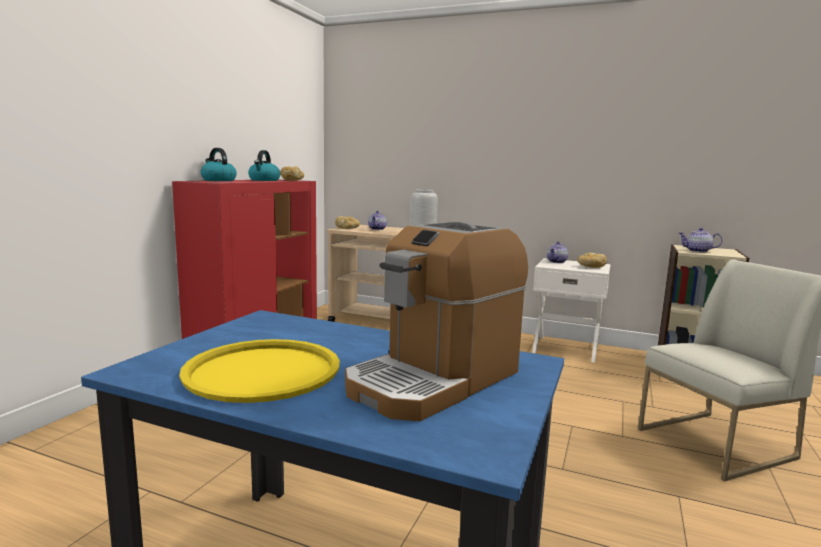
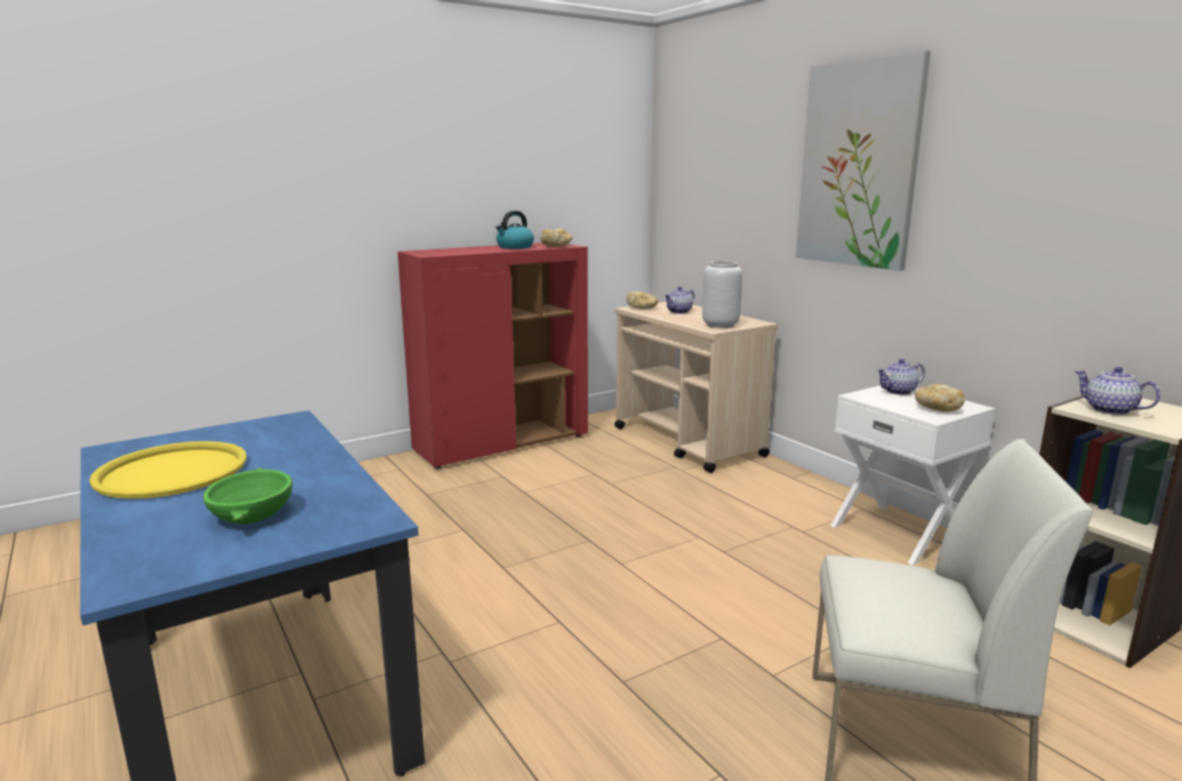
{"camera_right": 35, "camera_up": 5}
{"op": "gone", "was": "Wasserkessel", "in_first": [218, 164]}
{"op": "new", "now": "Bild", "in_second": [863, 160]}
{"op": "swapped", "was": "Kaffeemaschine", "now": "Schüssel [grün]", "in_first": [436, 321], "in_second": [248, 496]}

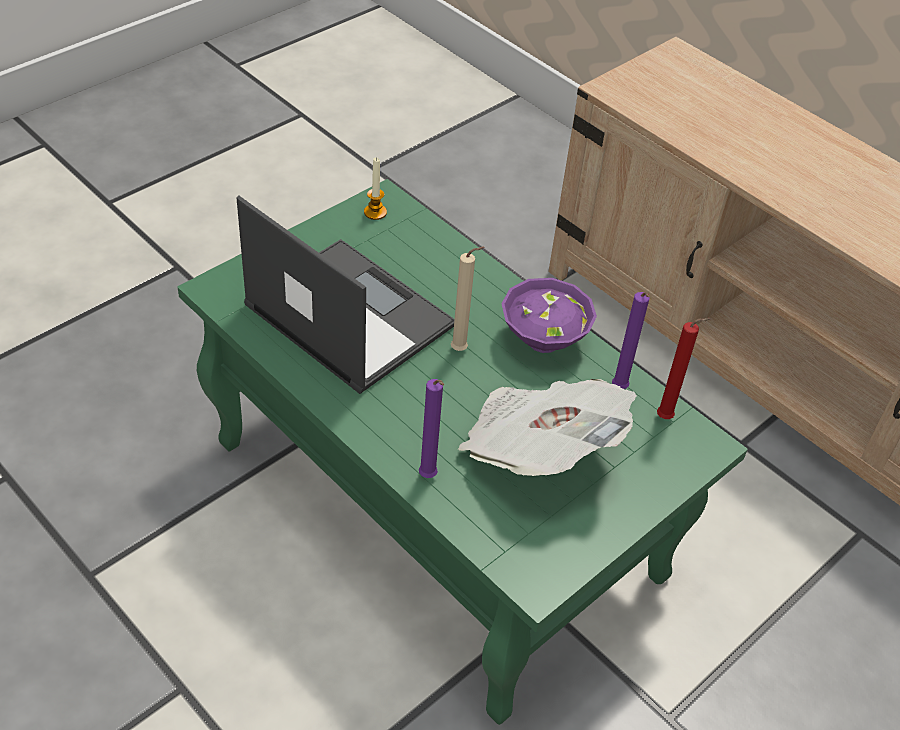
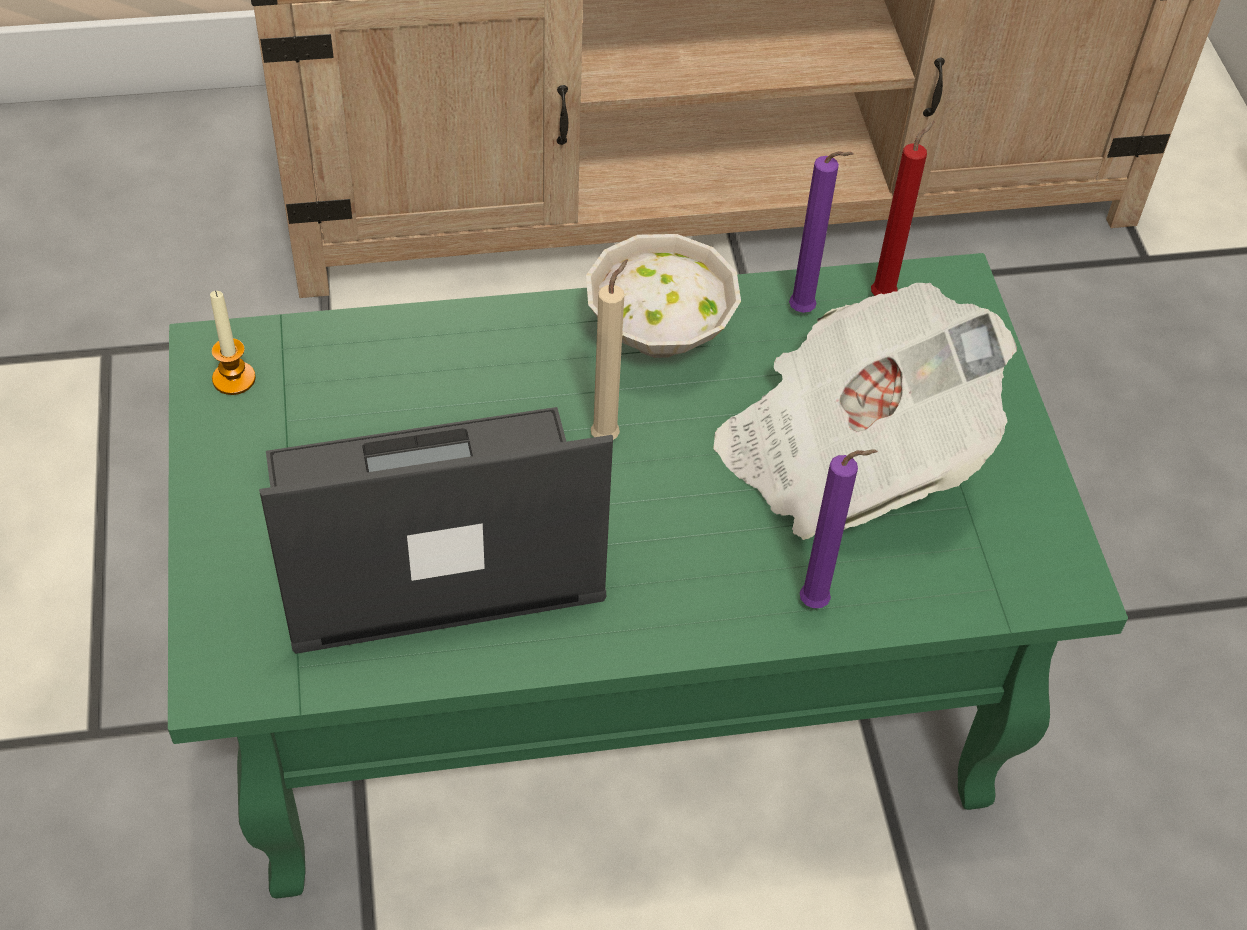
{"camera_right": -55, "camera_up": 5}
{"op": "repainted", "was": "Schüssel [lila]", "now": "Schüssel [weiß]", "in_first": [549, 315], "in_second": [663, 296]}

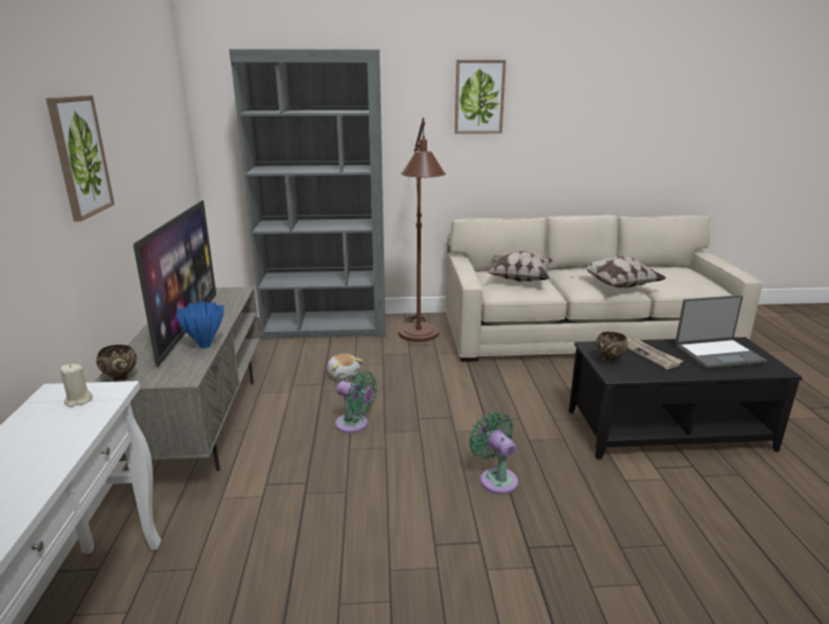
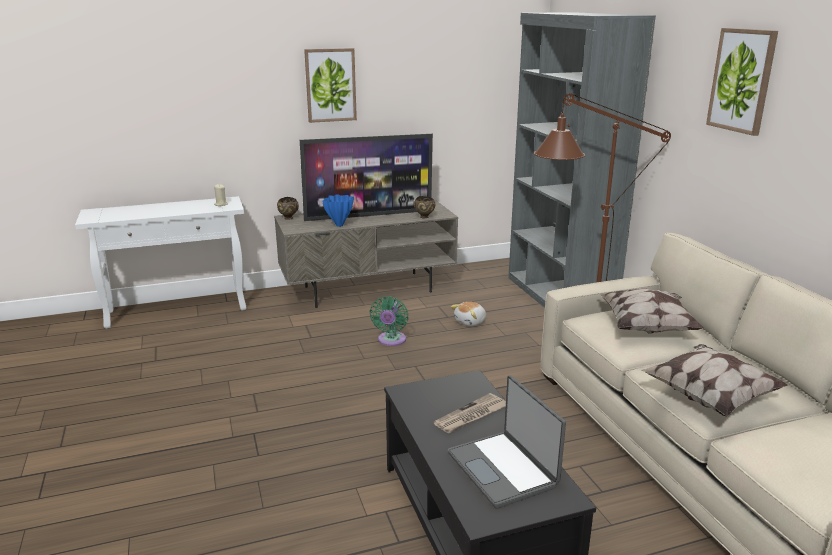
{"camera_right": 75, "camera_up": 0}
{"op": "gone", "was": "Ventilator [grün]", "in_first": [493, 452]}
{"op": "shifted", "was": "Schüssel [braun]", "in_first": [612, 347], "in_second": [424, 207]}

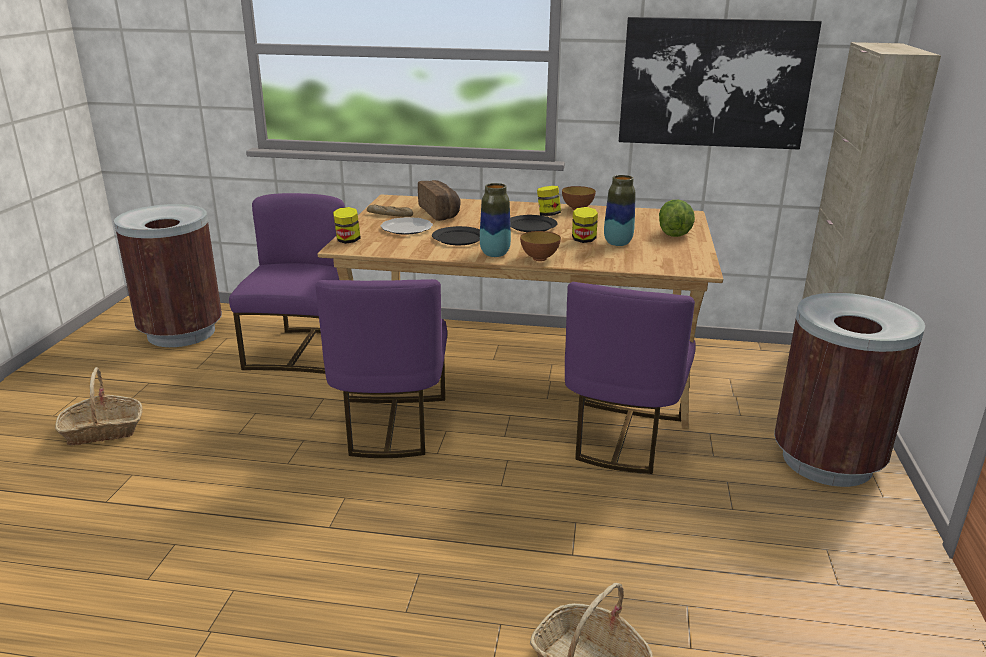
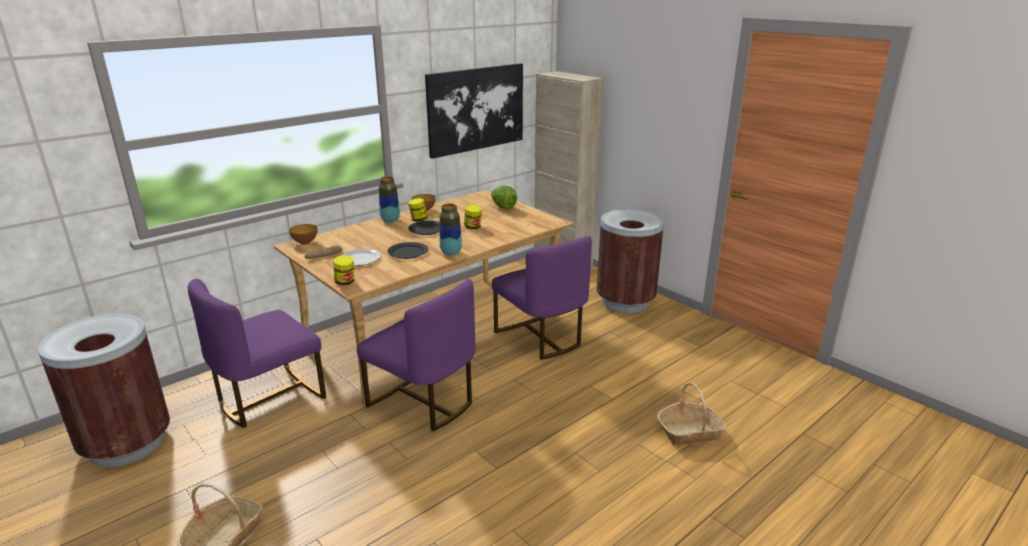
{"camera_right": -50, "camera_up": 0}
{"op": "gone", "was": "Brot", "in_first": [439, 200]}
{"op": "shifted", "was": "Schüssel", "in_first": [540, 246], "in_second": [303, 234]}
{"op": "shifted", "was": "Vase", "in_first": [620, 210], "in_second": [389, 200]}
{"op": "rotated", "was": "Stuhl [lila]", "in_first": [287, 283], "in_second": [257, 353], "clockwise": -90}

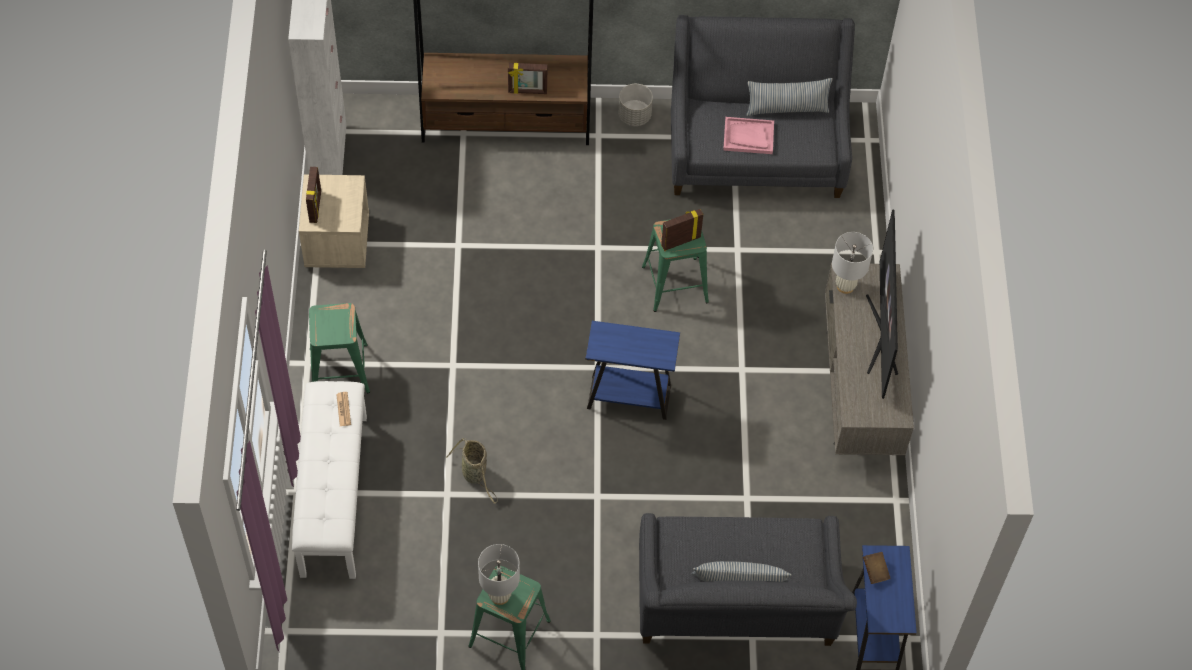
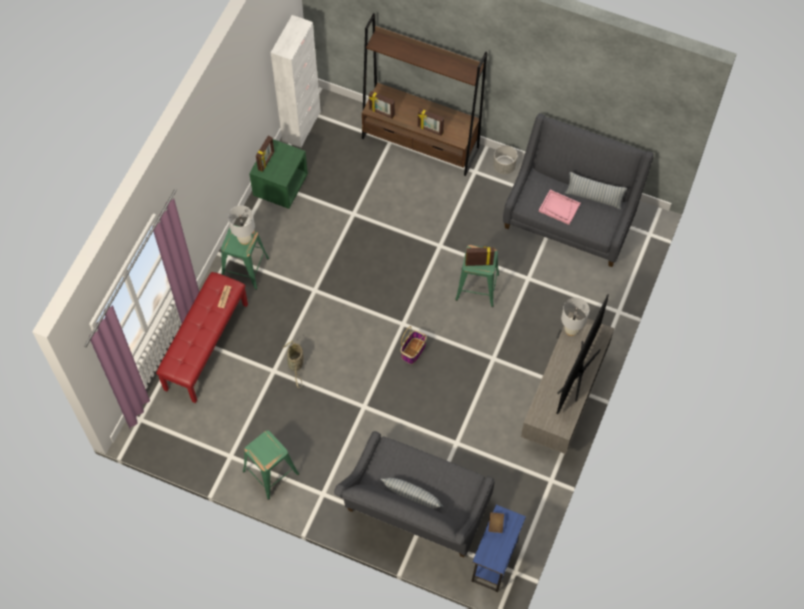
{"camera_right": 25, "camera_up": 5}
{"op": "new", "now": "Bilderrahmen", "in_second": [382, 105]}
{"op": "shifted", "was": "Tischlampe [weiß]", "in_first": [499, 574], "in_second": [241, 225]}
{"op": "swapped", "was": "Beistelltisch [blau]", "now": "Korb", "in_first": [632, 370], "in_second": [413, 345]}
{"op": "repainted", "was": "Bank [weiß]", "now": "Bank [rot]", "in_first": [329, 480], "in_second": [202, 337]}
{"op": "repainted", "was": "Nachttisch [beige]", "now": "Nachttisch [grün]", "in_first": [334, 221], "in_second": [278, 174]}

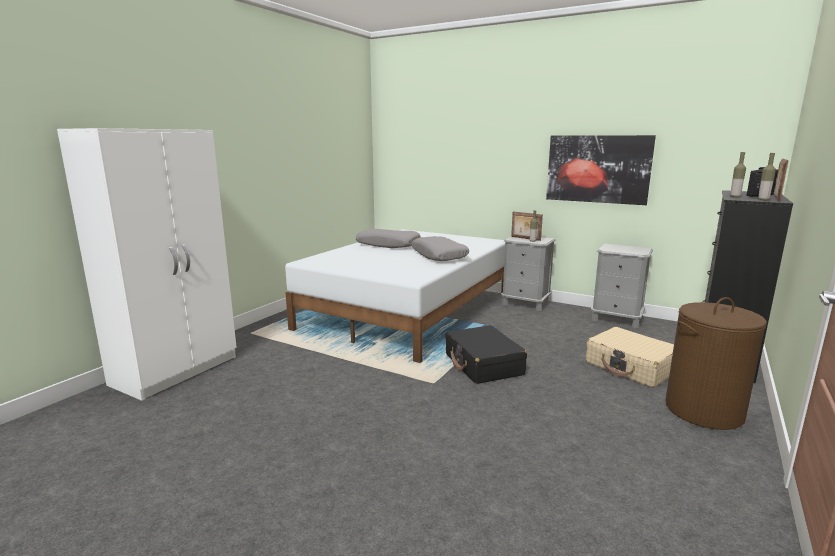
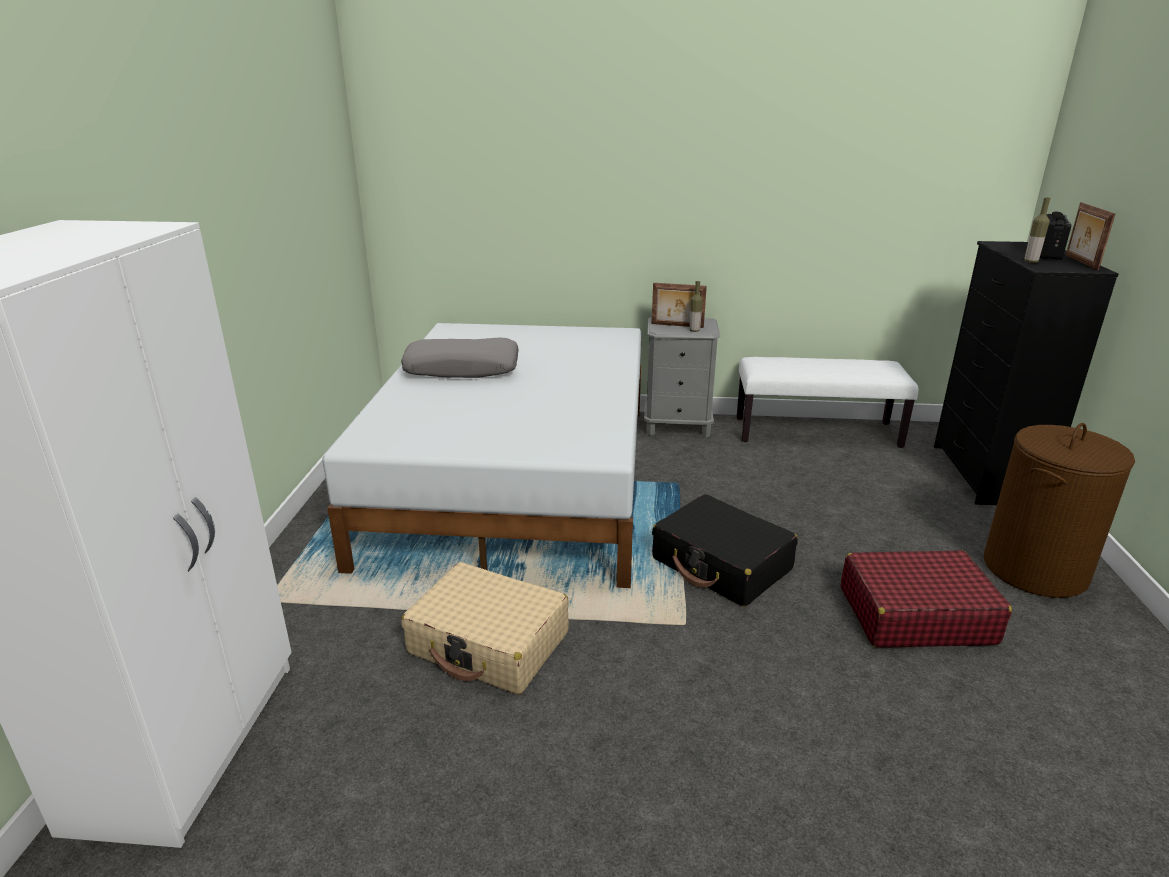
{"camera_right": -25, "camera_up": 10}
{"op": "gone", "was": "Kissen [grau]", "in_first": [440, 248]}
{"op": "gone", "was": "Bild", "in_first": [601, 170]}
{"op": "gone", "was": "Flasche", "in_first": [767, 176]}
{"op": "new", "now": "Koffer [rot]", "in_second": [926, 598]}
{"op": "shifted", "was": "Koffer [beige]", "in_first": [630, 357], "in_second": [485, 628]}
{"op": "swapped", "was": "Nachttisch [grau]", "now": "Bank [weiß]", "in_first": [622, 286], "in_second": [828, 402]}

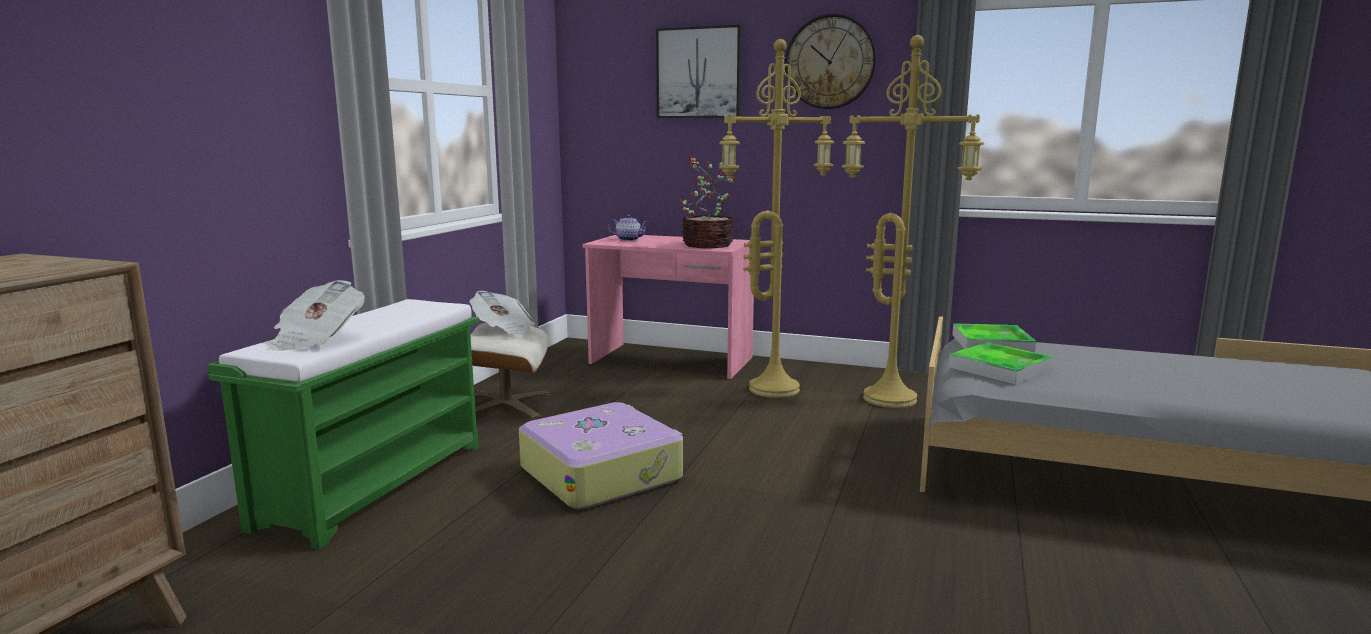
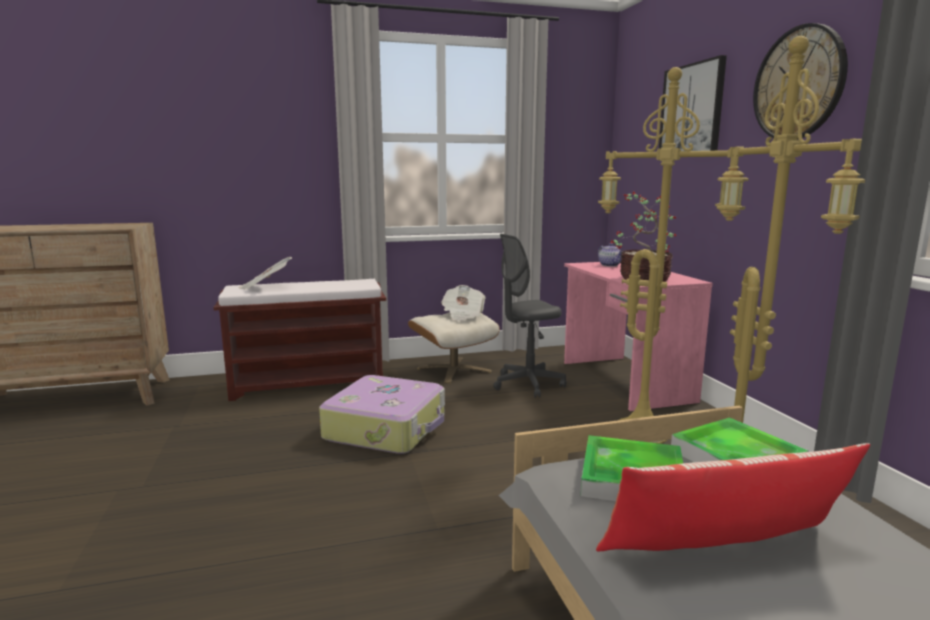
{"camera_right": 55, "camera_up": 0}
{"op": "new", "now": "Bürostuhl [grau]", "in_second": [529, 316]}
{"op": "new", "now": "Kissen", "in_second": [733, 497]}
{"op": "repainted", "was": "Bank [grün]", "now": "Bank [braun]", "in_first": [343, 424], "in_second": [299, 340]}

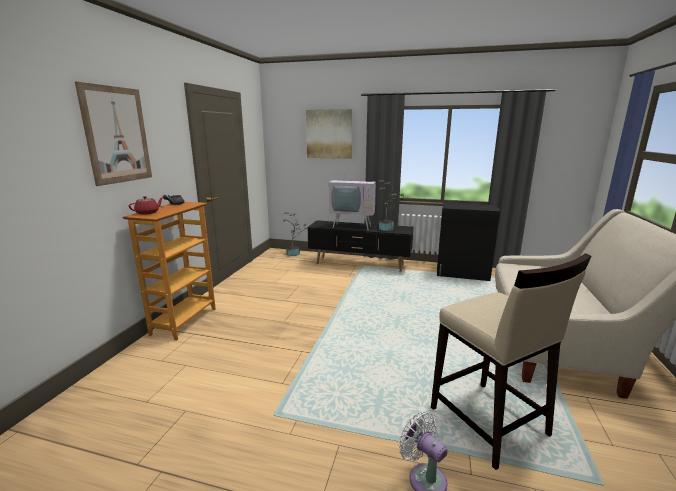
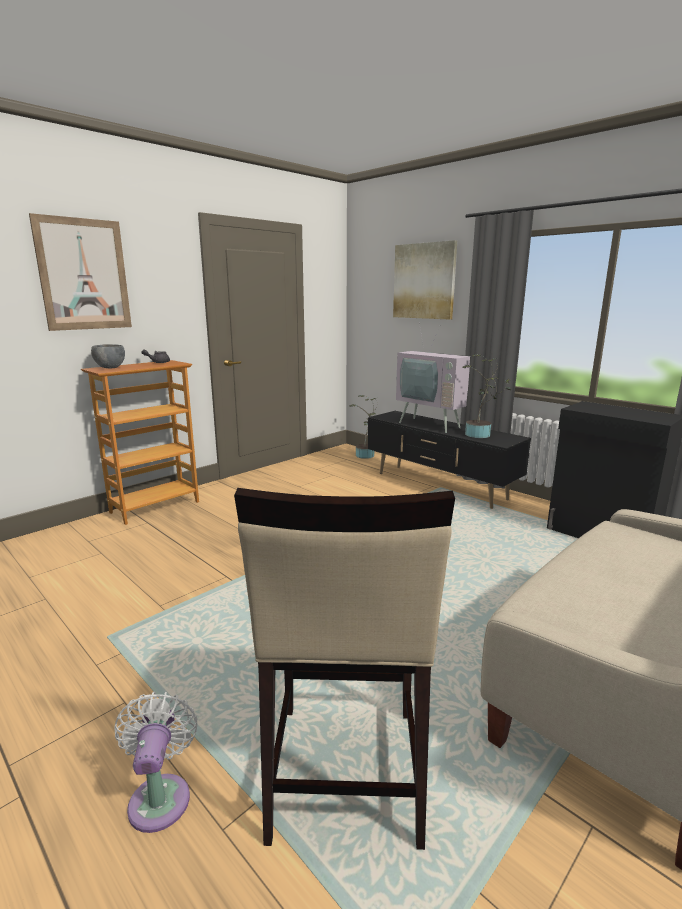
{"camera_right": 30, "camera_up": 0}
{"op": "swapped", "was": "Teekanne [rot]", "now": "Schüssel [grau]", "in_first": [146, 205], "in_second": [108, 356]}

